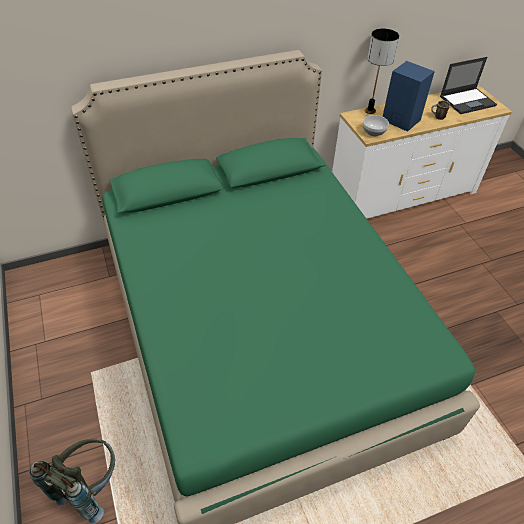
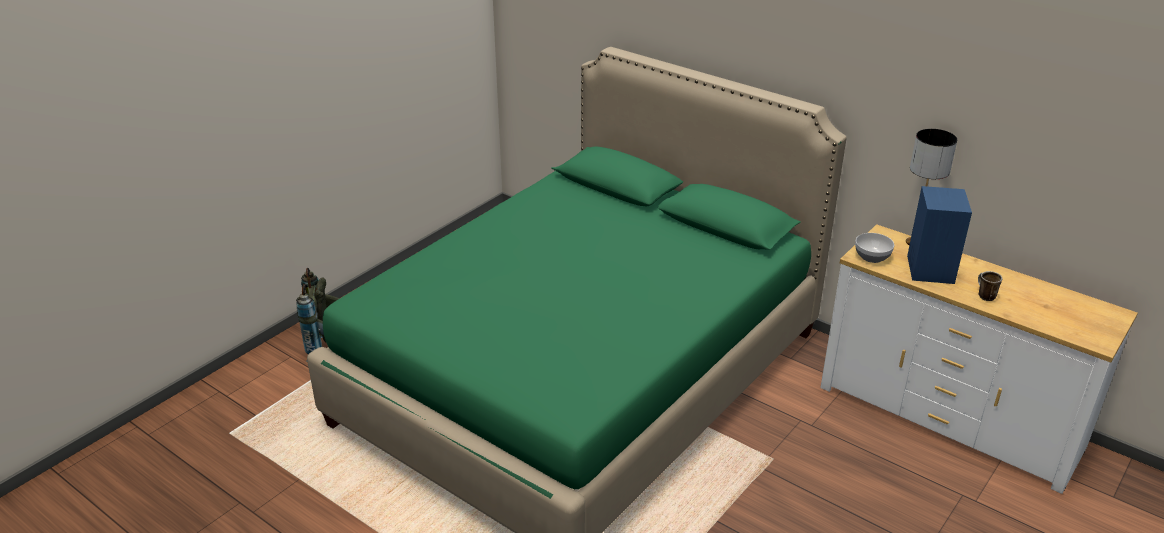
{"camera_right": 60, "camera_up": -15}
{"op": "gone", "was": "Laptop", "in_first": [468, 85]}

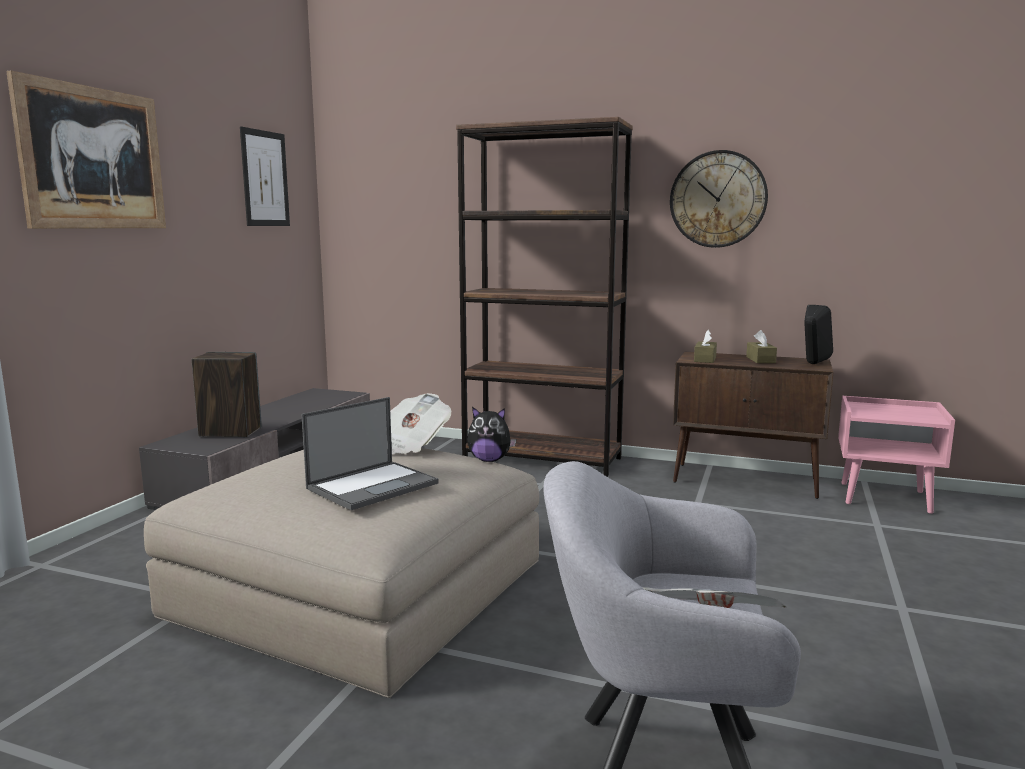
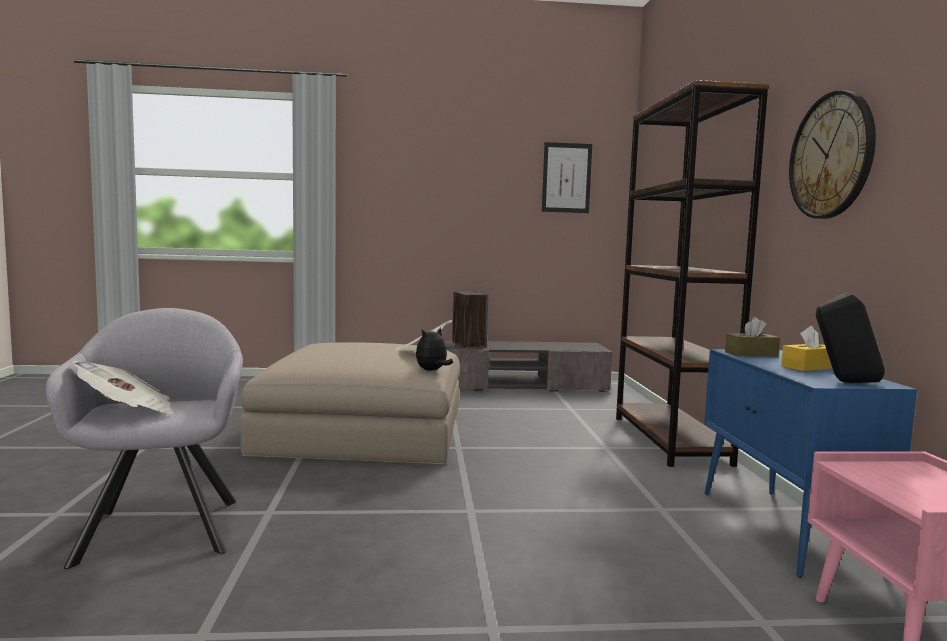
{"camera_right": 65, "camera_up": -5}
{"op": "gone", "was": "Bild", "in_first": [86, 150]}
{"op": "gone", "was": "Laptop", "in_first": [370, 453]}
{"op": "repainted", "was": "Schrank [braun]", "now": "Schrank [blau]", "in_first": [753, 425], "in_second": [810, 463]}
{"op": "repainted", "was": "Taschentuchbox [braun]", "now": "Taschentuchbox [gelb]", "in_first": [761, 346], "in_second": [807, 348]}
{"op": "rotated", "was": "Plüschtier", "in_first": [491, 434], "in_second": [434, 349], "clockwise": 60}

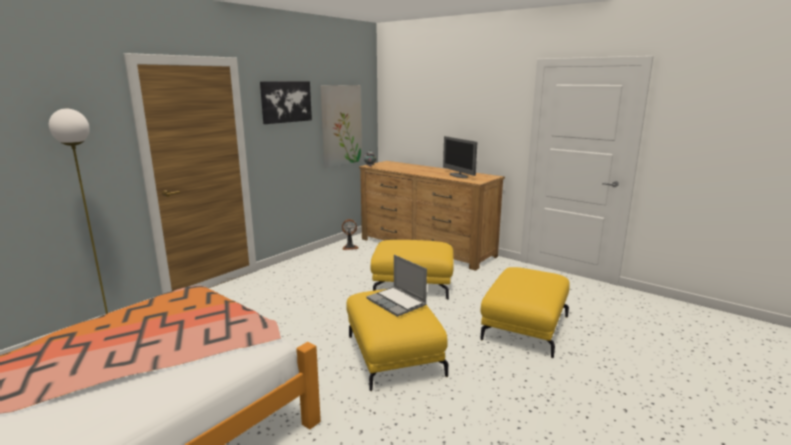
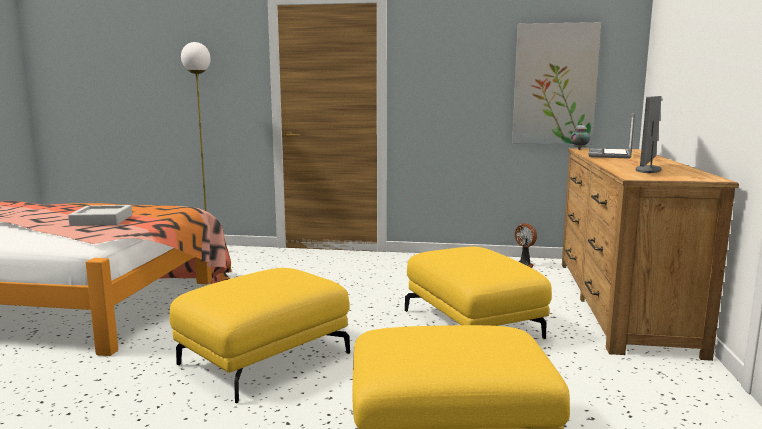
{"camera_right": 60, "camera_up": -5}
{"op": "gone", "was": "Bild", "in_first": [286, 102]}
{"op": "new", "now": "Tablett [grau]", "in_second": [100, 215]}
{"op": "shifted", "was": "Laptop", "in_first": [397, 286], "in_second": [612, 136]}

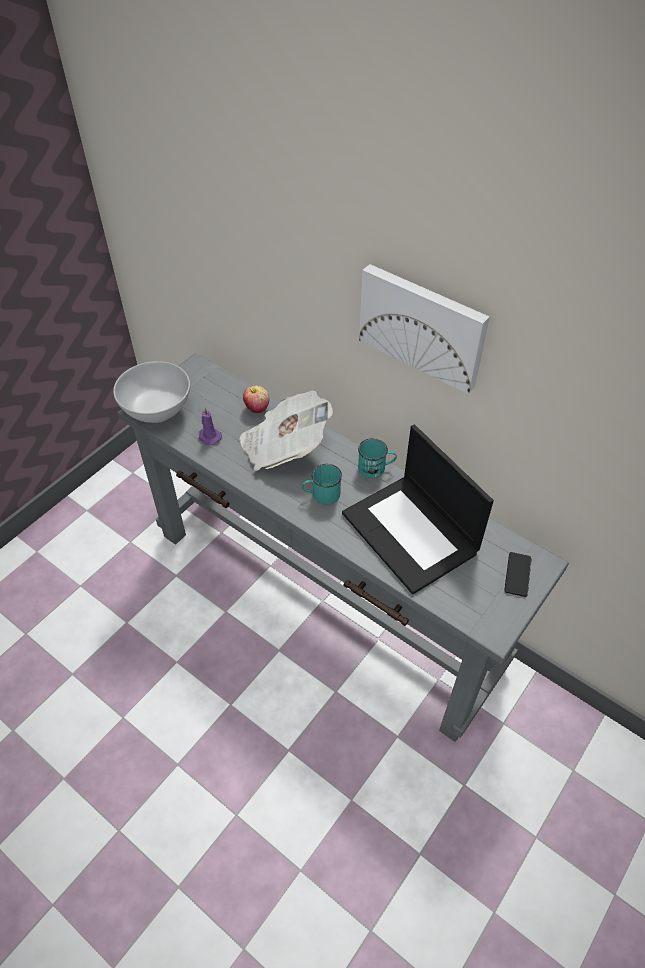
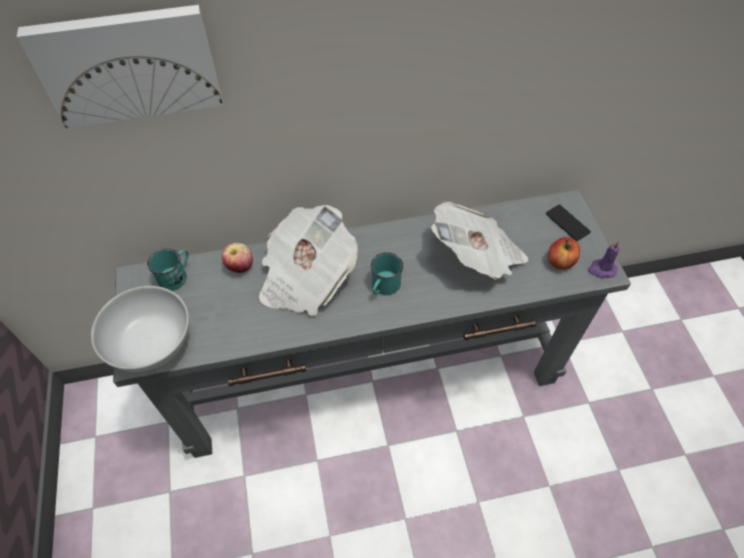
{"camera_right": -50, "camera_up": 5}
{"op": "new", "now": "Apfel", "in_second": [564, 253]}
{"op": "shifted", "was": "Kerze [lila]", "in_first": [210, 426], "in_second": [604, 259]}
{"op": "shifted", "was": "Henkelbecher [türkis]", "in_first": [377, 458], "in_second": [168, 269]}
{"op": "shifted", "was": "Bild", "in_first": [424, 329], "in_second": [120, 66]}
{"op": "swapped", "was": "Laptop", "now": "Zeitung", "in_first": [418, 510], "in_second": [479, 241]}

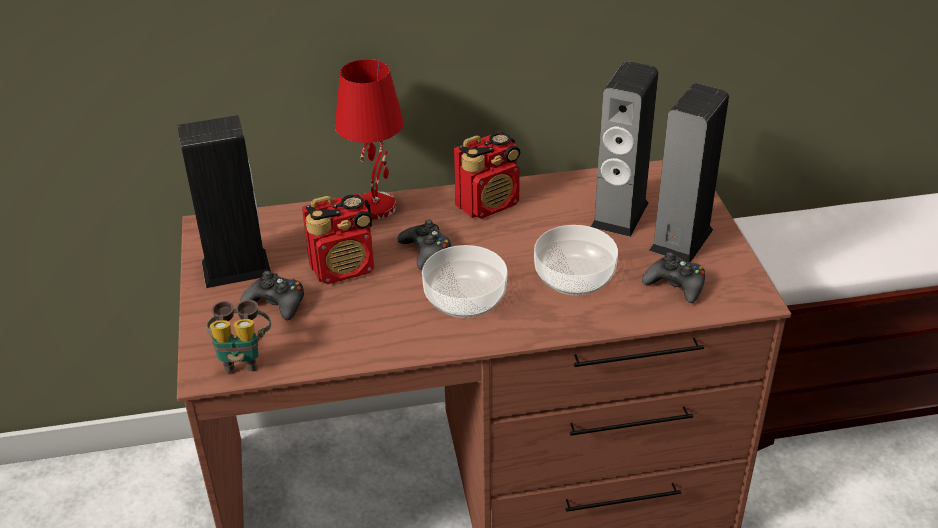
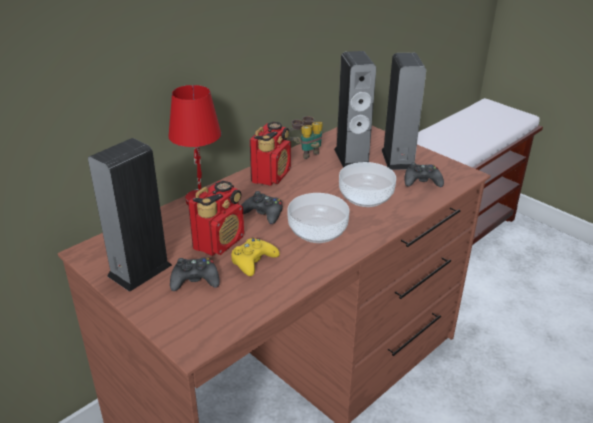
{"camera_right": -35, "camera_up": -5}
{"op": "new", "now": "Gamepad [gelb]", "in_second": [255, 256]}
{"op": "shifted", "was": "Fernglas", "in_first": [238, 336], "in_second": [305, 137]}

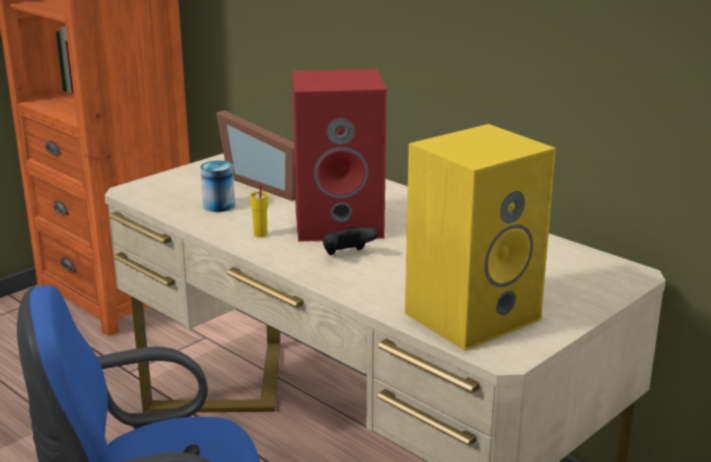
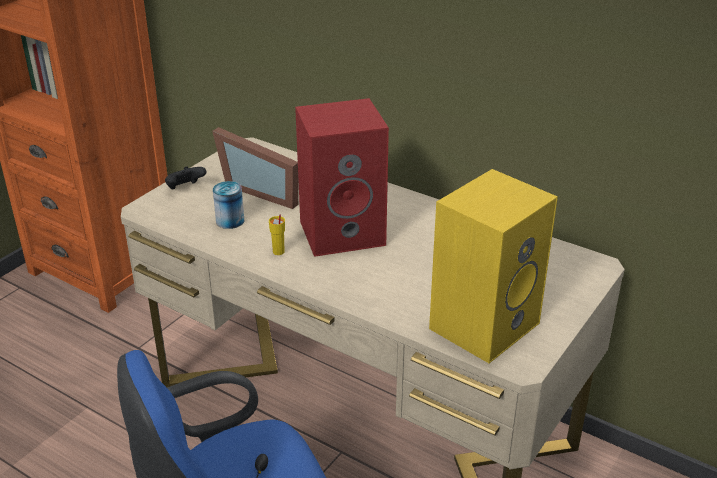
{"camera_right": -10, "camera_up": 10}
{"op": "shifted", "was": "Gamepad [schwarz]", "in_first": [350, 240], "in_second": [185, 178]}

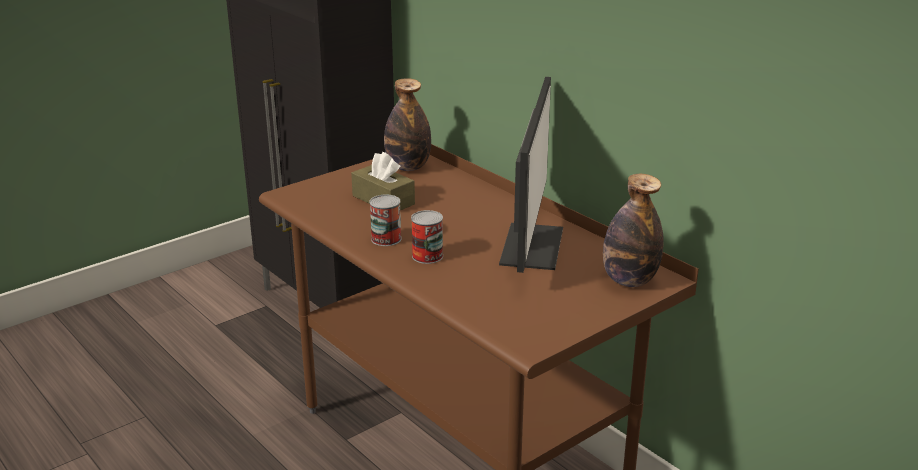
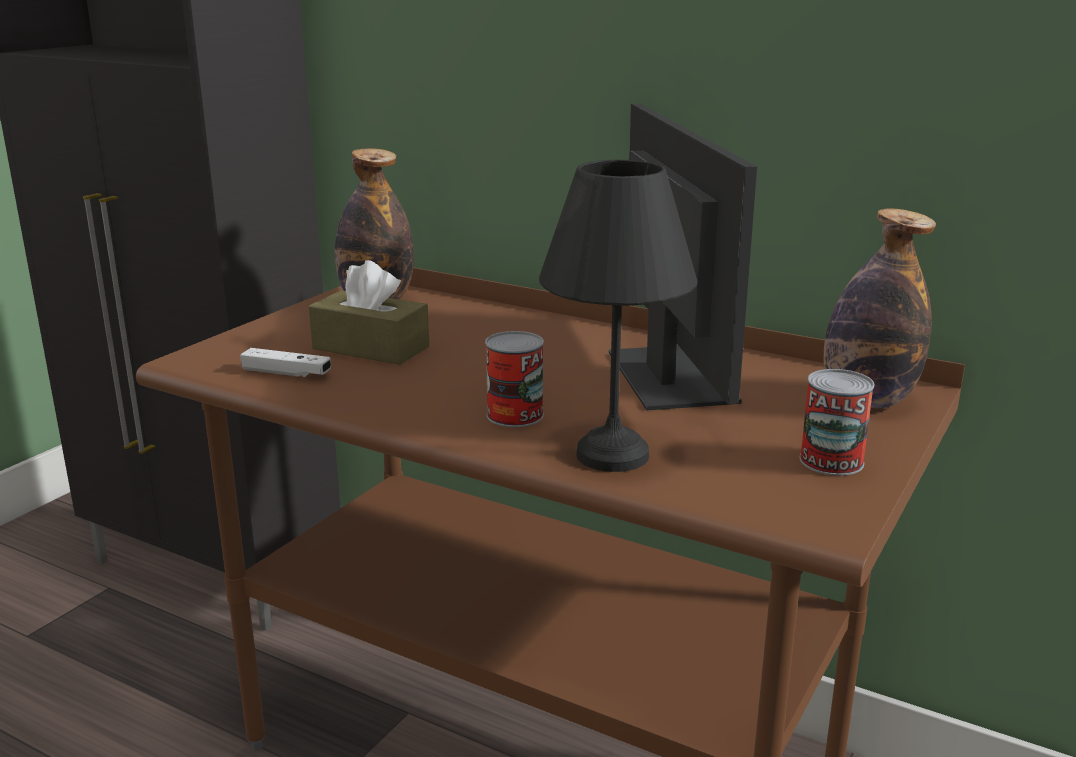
{"camera_right": -20, "camera_up": -5}
{"op": "new", "now": "Gamepad [weiß]", "in_second": [285, 362]}
{"op": "new", "now": "Tischlampe [schwarz]", "in_second": [618, 316]}
{"op": "shifted", "was": "Dose", "in_first": [385, 220], "in_second": [837, 422]}

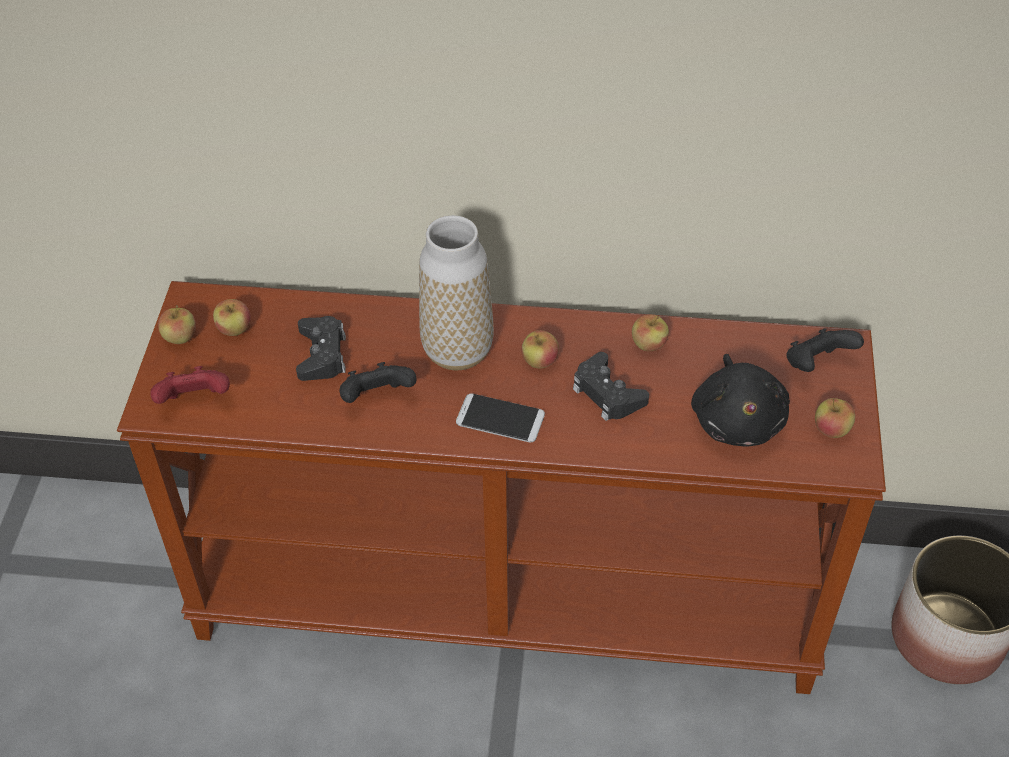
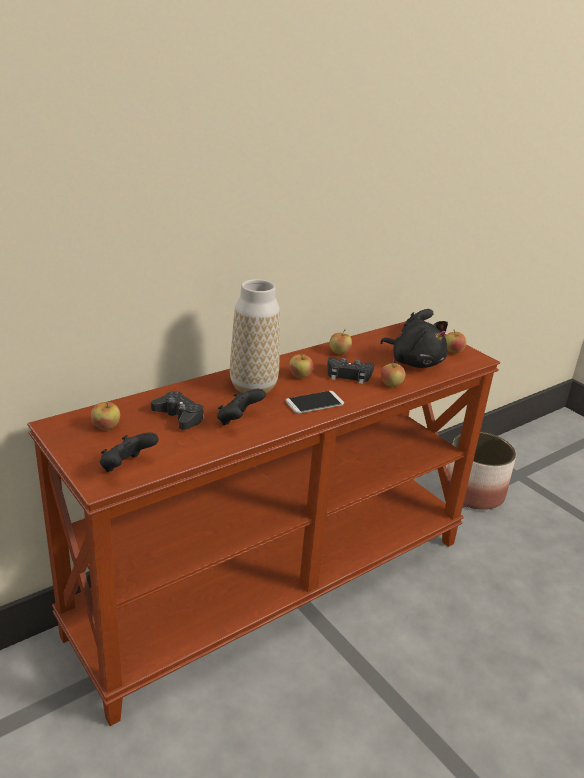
{"camera_right": -45, "camera_up": -20}
{"op": "shifted", "was": "Apfel", "in_first": [177, 324], "in_second": [393, 373]}
{"op": "repainted", "was": "Gamepad [rot]", "now": "Gamepad [schwarz]", "in_first": [190, 385], "in_second": [129, 452]}

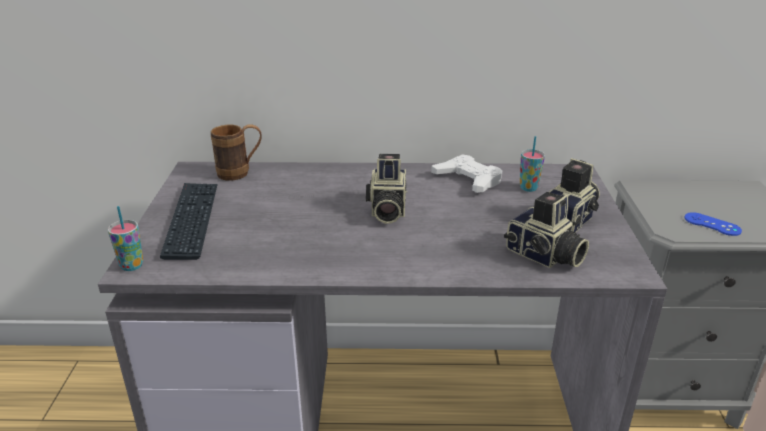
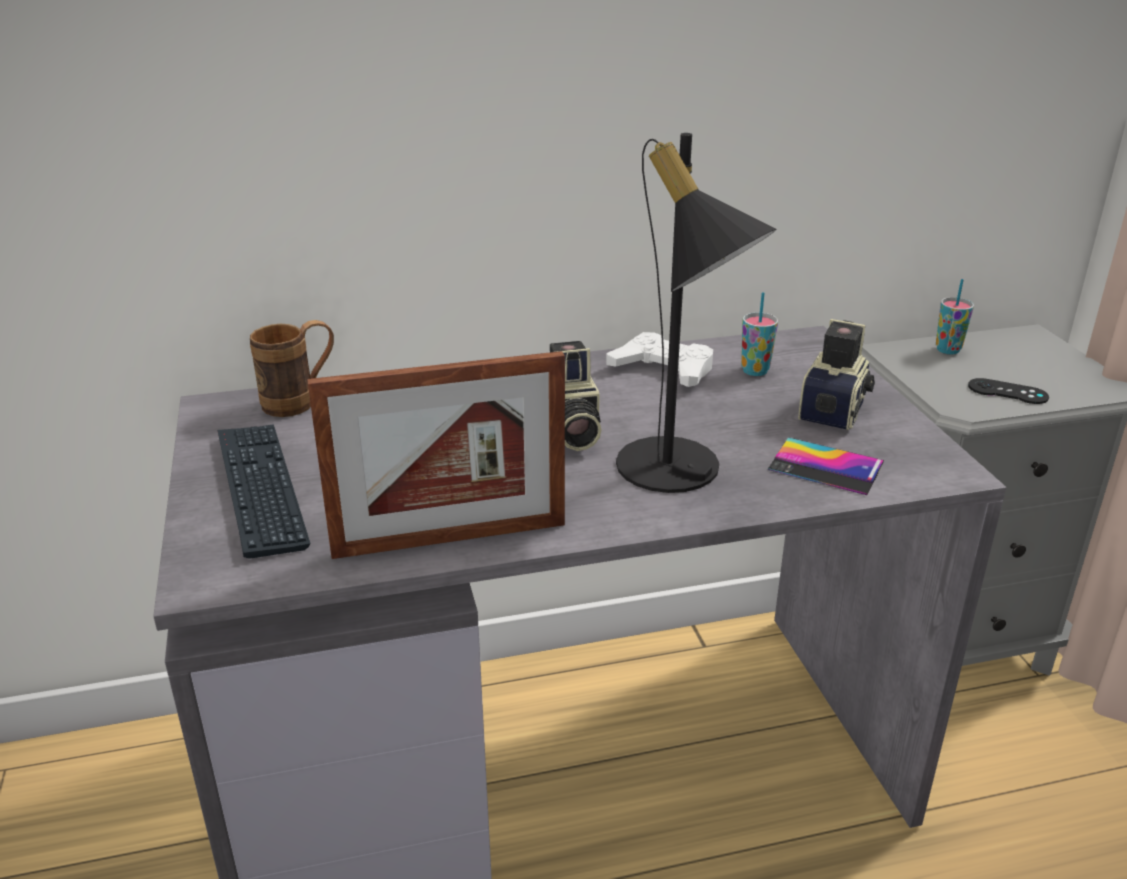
{"camera_right": -15, "camera_up": 0}
{"op": "new", "now": "Bilderrahmen", "in_second": [436, 455]}
{"op": "new", "now": "Tischlampe [schwarz]", "in_second": [696, 313]}
{"op": "shifted", "was": "Tasse", "in_first": [125, 238], "in_second": [955, 316]}
{"op": "swapped", "was": "Kamera", "now": "Handy", "in_first": [546, 230], "in_second": [826, 466]}
{"op": "repainted", "was": "Gamepad [blau]", "now": "Gamepad [schwarz]", "in_first": [713, 224], "in_second": [1008, 391]}

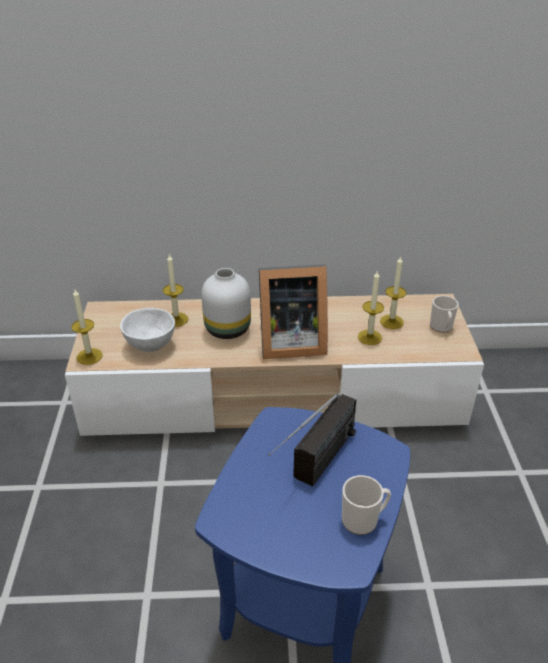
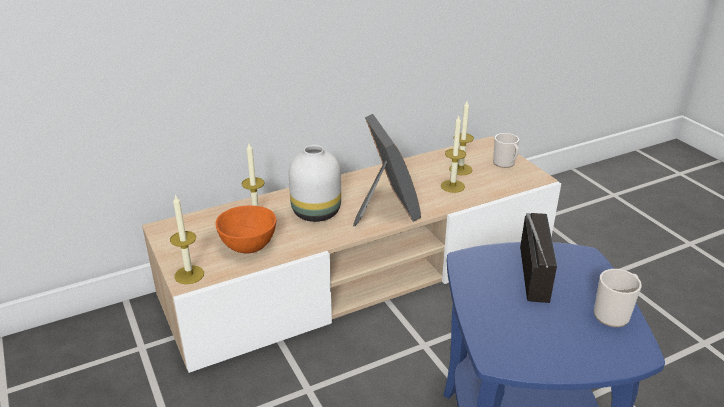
{"camera_right": -25, "camera_up": -5}
{"op": "repainted", "was": "Schüssel [weiß]", "now": "Schüssel [orange]", "in_first": [147, 330], "in_second": [245, 229]}
{"op": "rotated", "was": "Bilderrahmen", "in_first": [293, 311], "in_second": [387, 170], "clockwise": -75}

